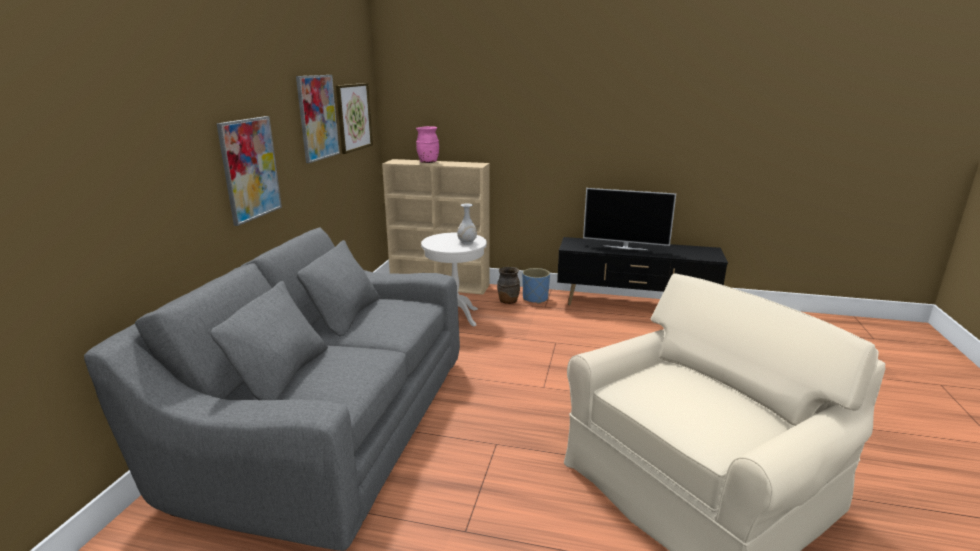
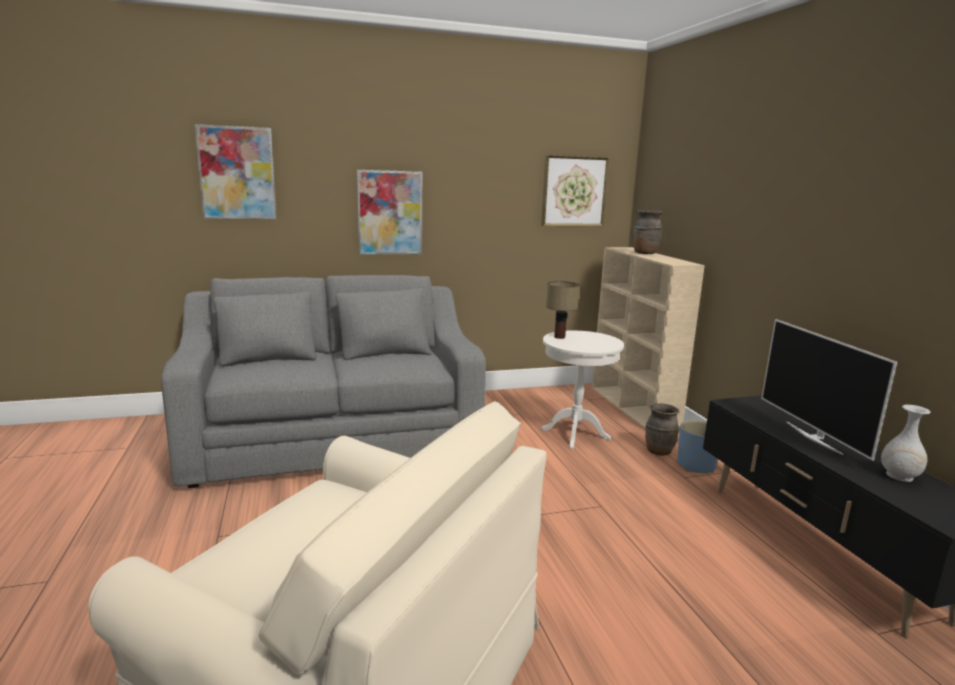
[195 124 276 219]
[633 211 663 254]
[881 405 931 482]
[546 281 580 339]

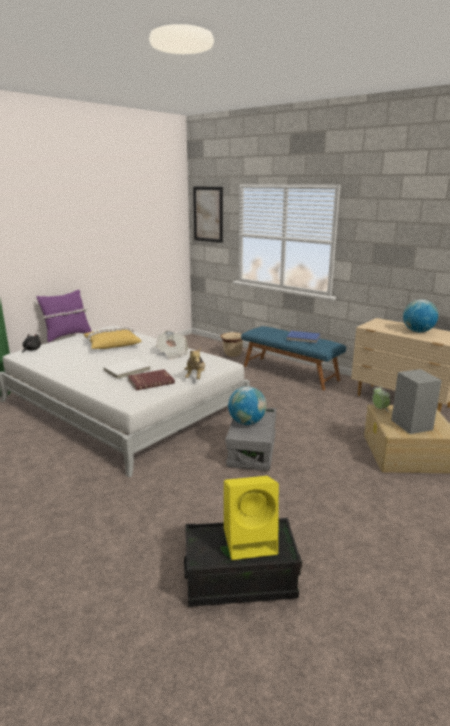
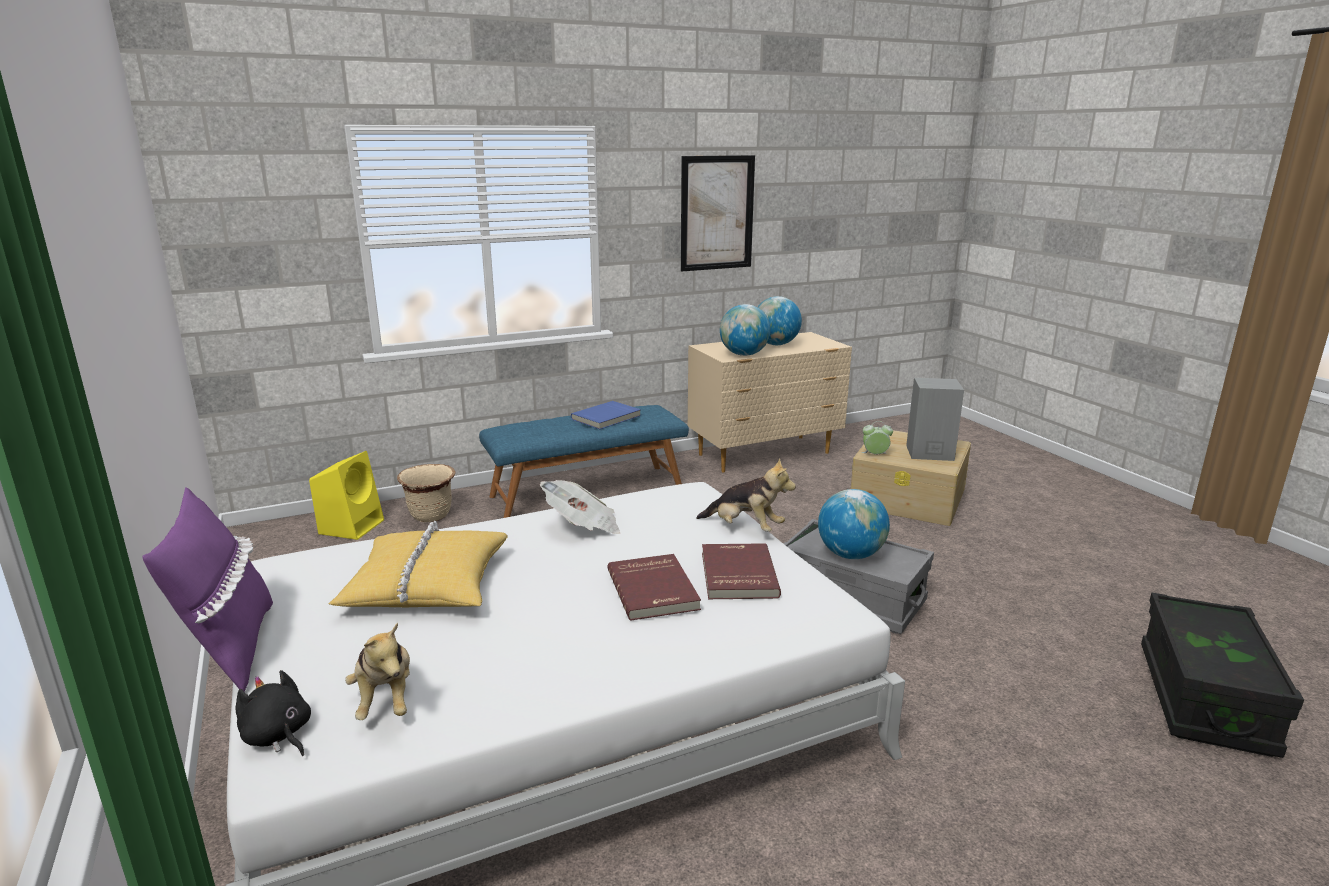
[608 554 701 621]
[681 155 755 271]
[309 451 384 540]
[345 622 410 720]
[720 304 771 356]

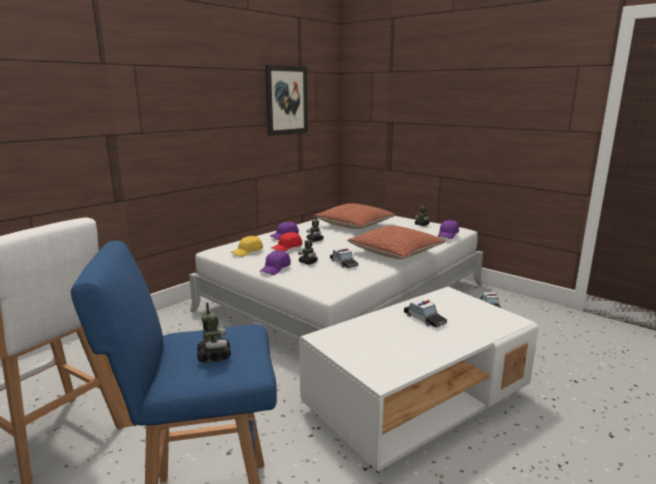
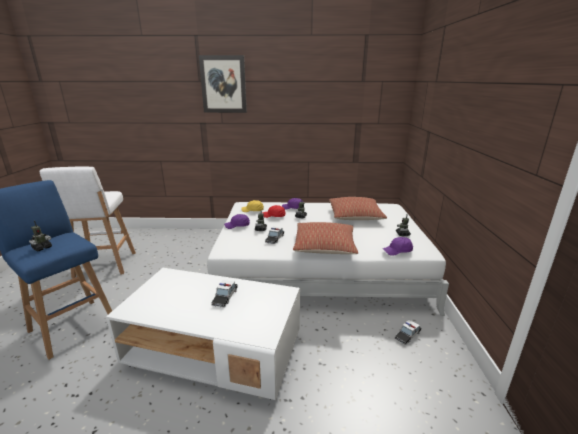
[199 55 247 113]

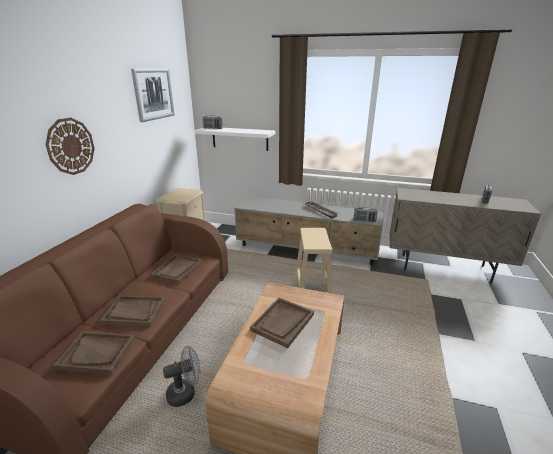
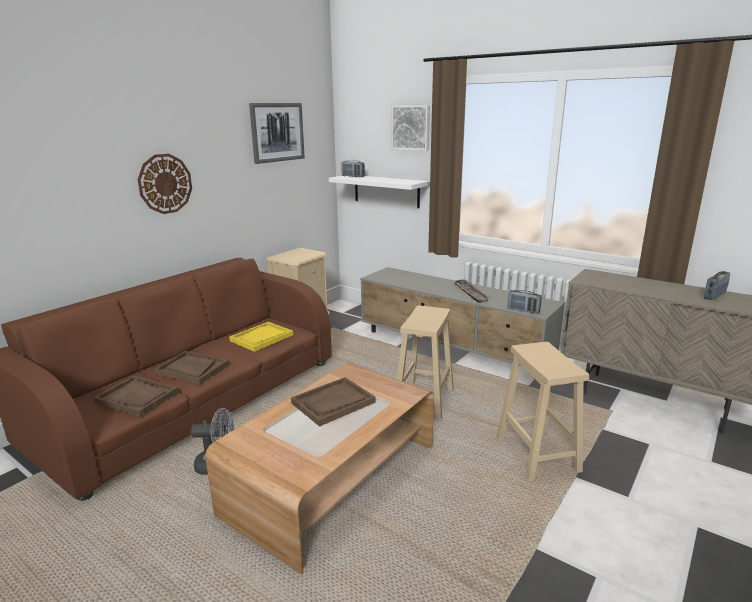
[229 322 293 352]
[392 106 430 151]
[496 342 589 481]

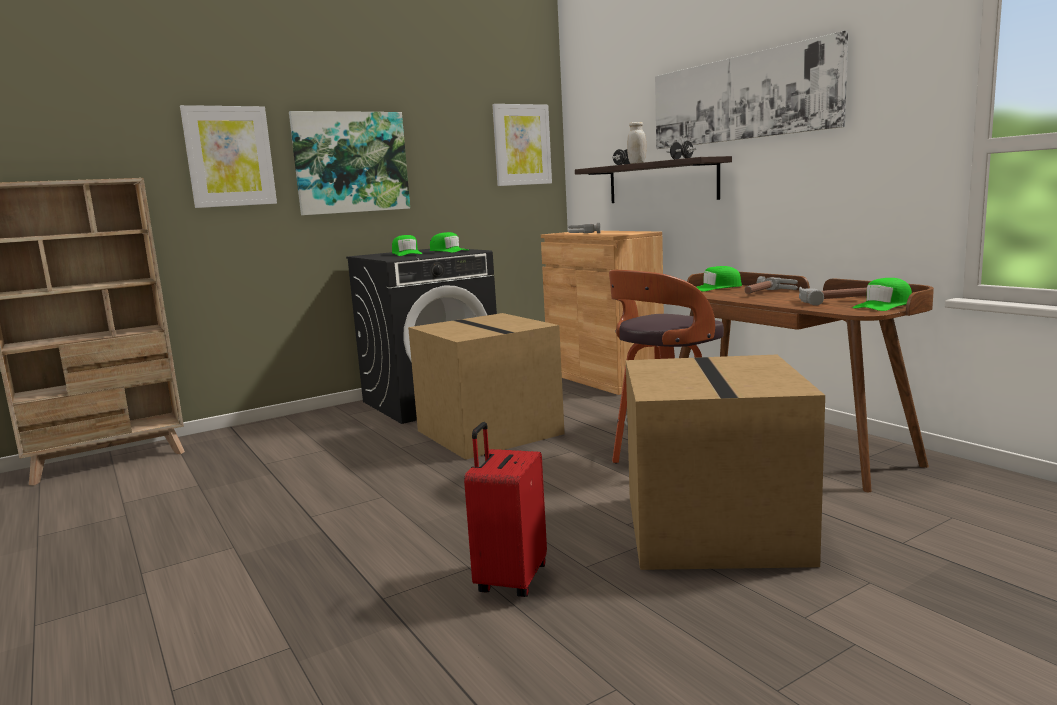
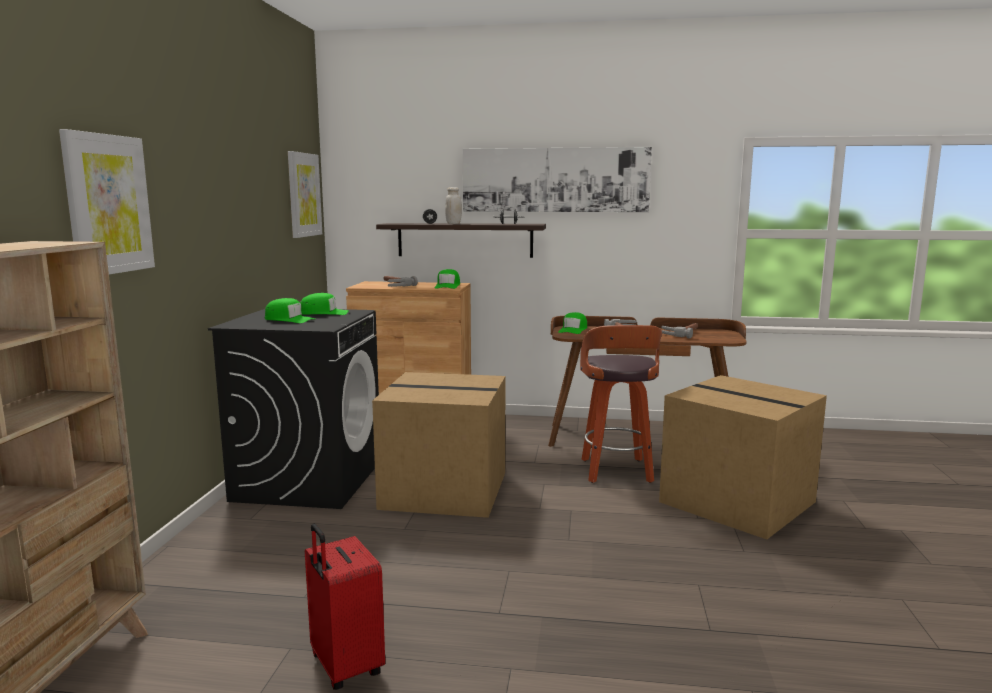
[289 111 410 215] (first image)
[305 524 385 690]
[435 269 460 289]

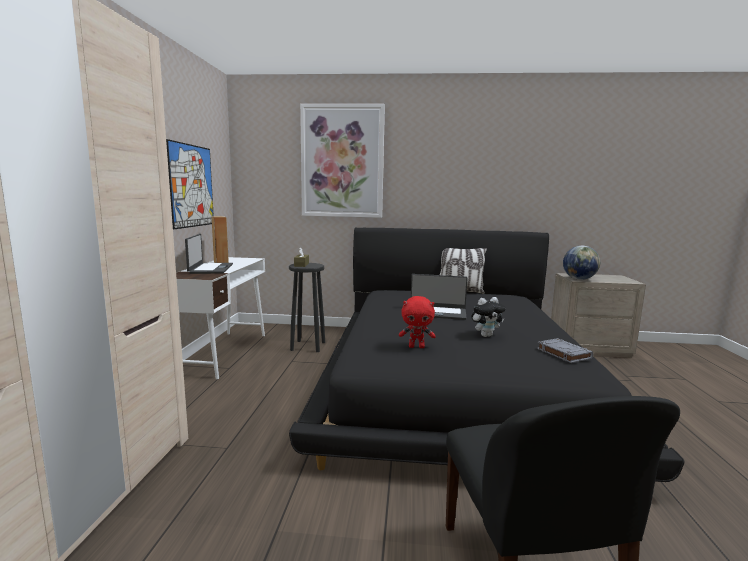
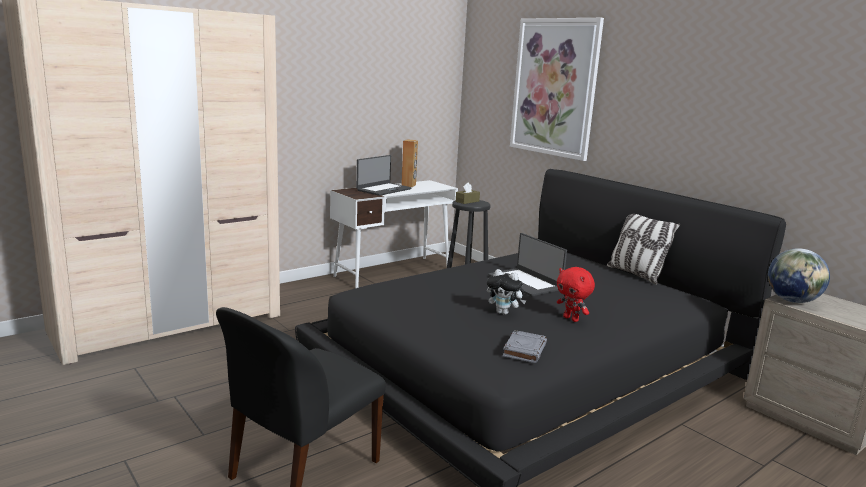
[166 139 214 230] (first image)
[557 267 595 322]

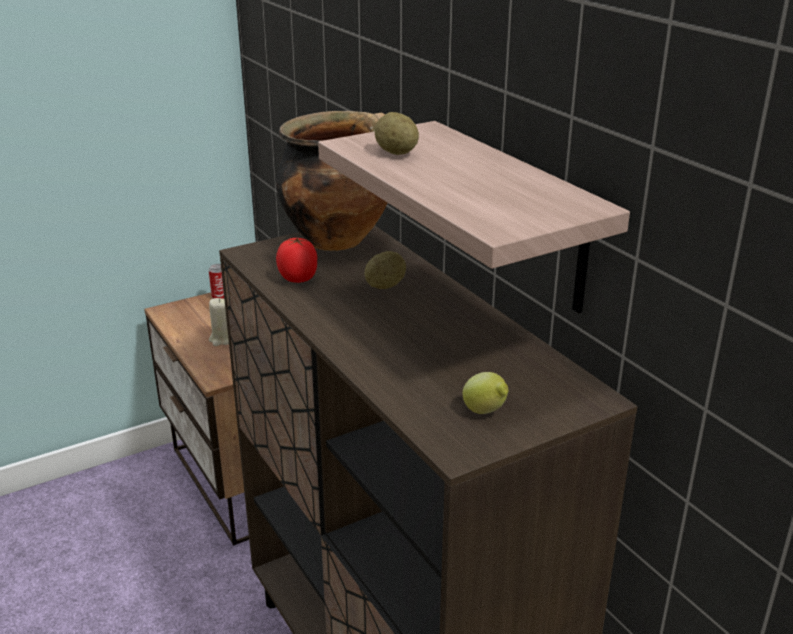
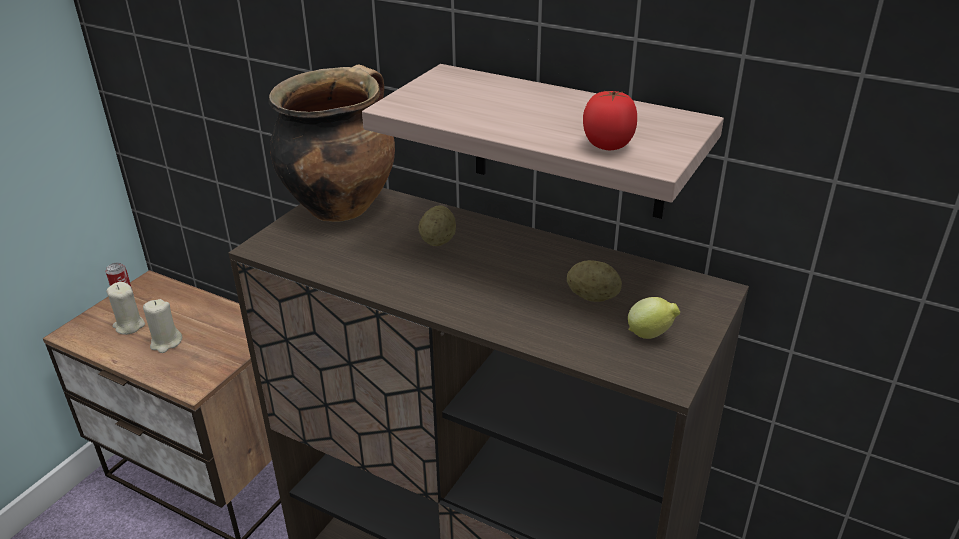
[583 91 637 150]
[567 260 622 302]
[106 282 145 335]

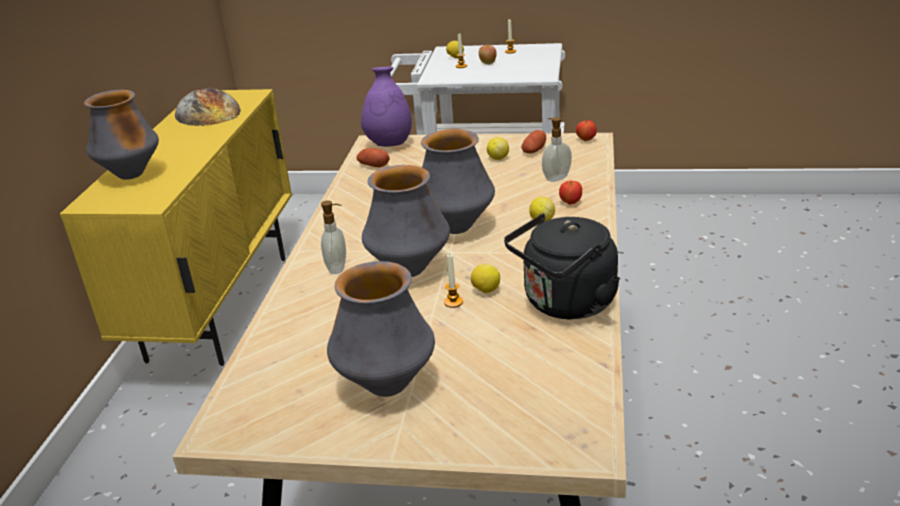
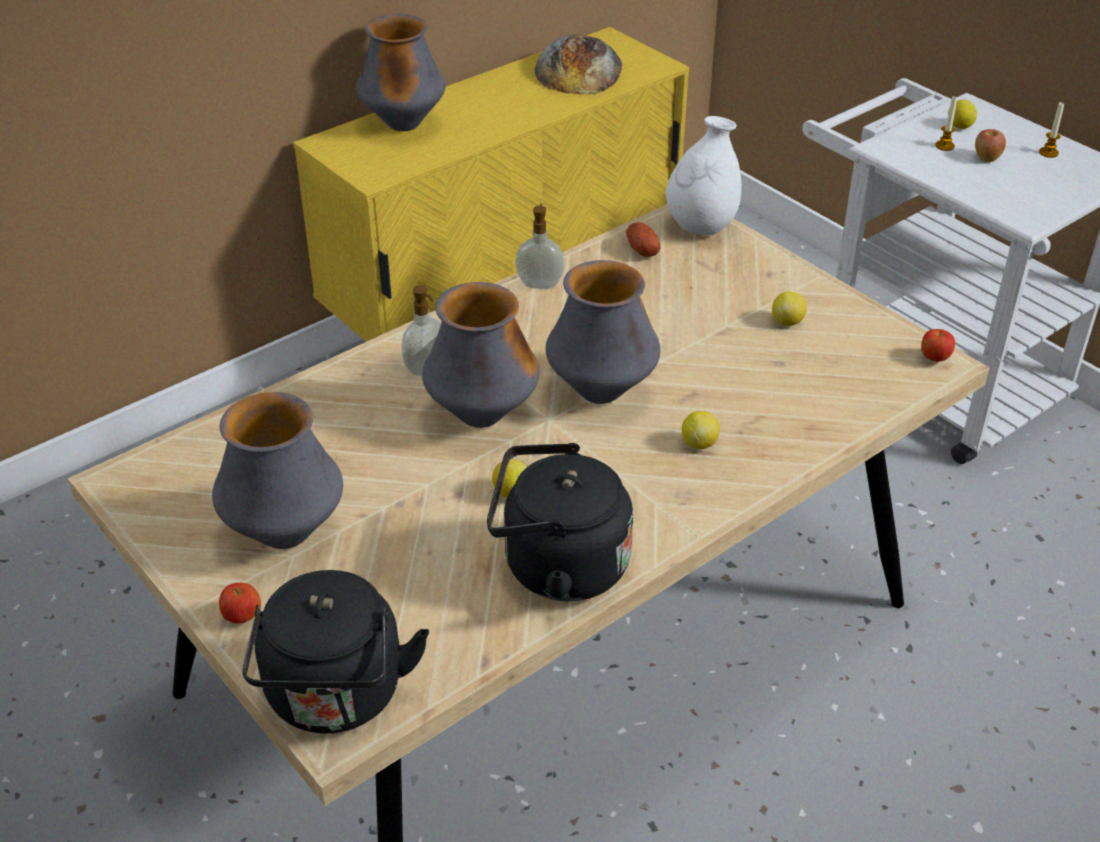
[666 116 741 235]
[444 254 463 308] (first image)
[521 130 546 153] (first image)
[515 203 565 289]
[219 583 261 623]
[242 570 429 733]

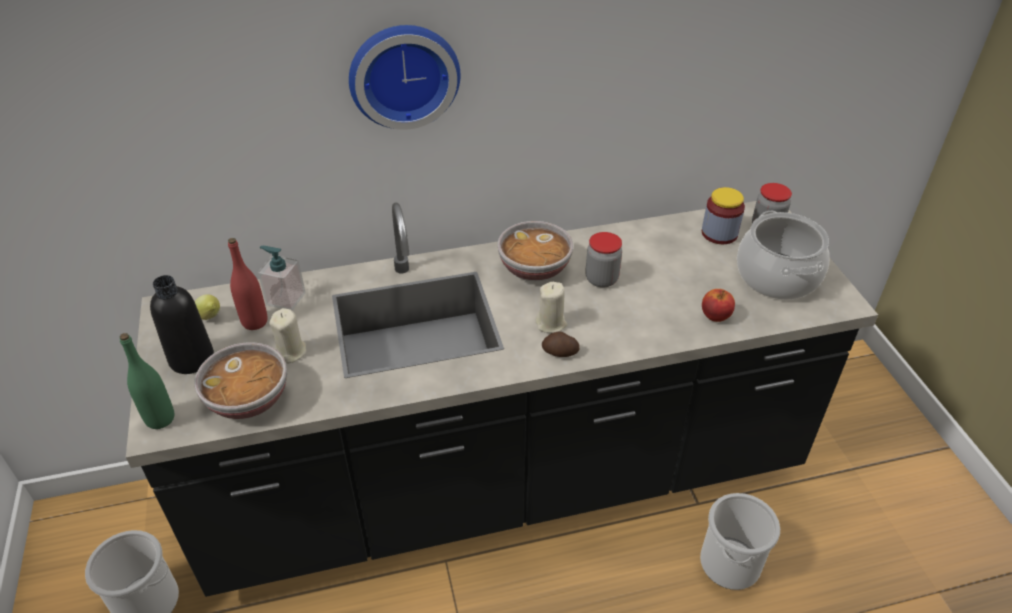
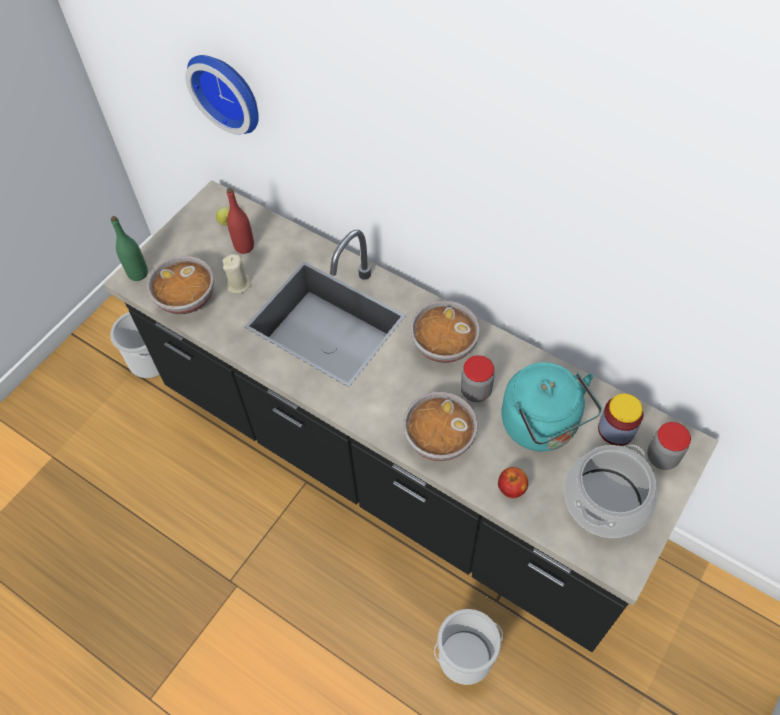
[150 275 214 374] (first image)
[258 246 306 311] (first image)
[185 55 259 135]
[535 282 567 333] (first image)
[542 331 579 357] (first image)
[403 392 478 461]
[501 362 602 451]

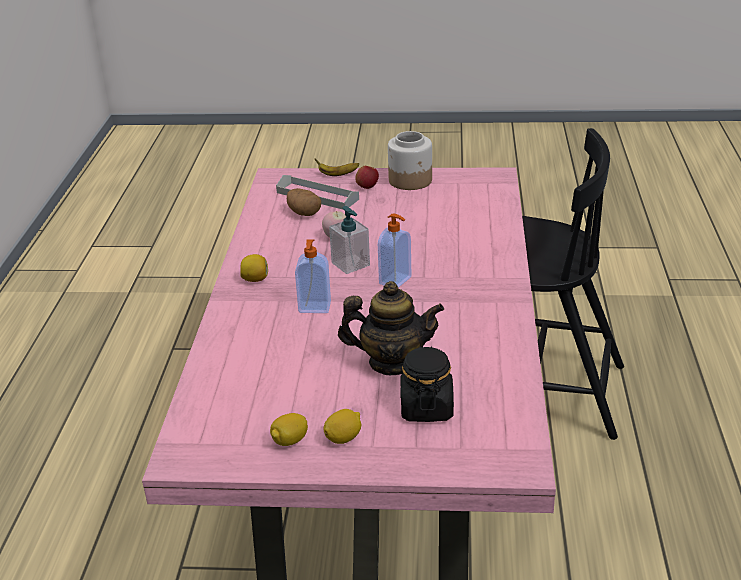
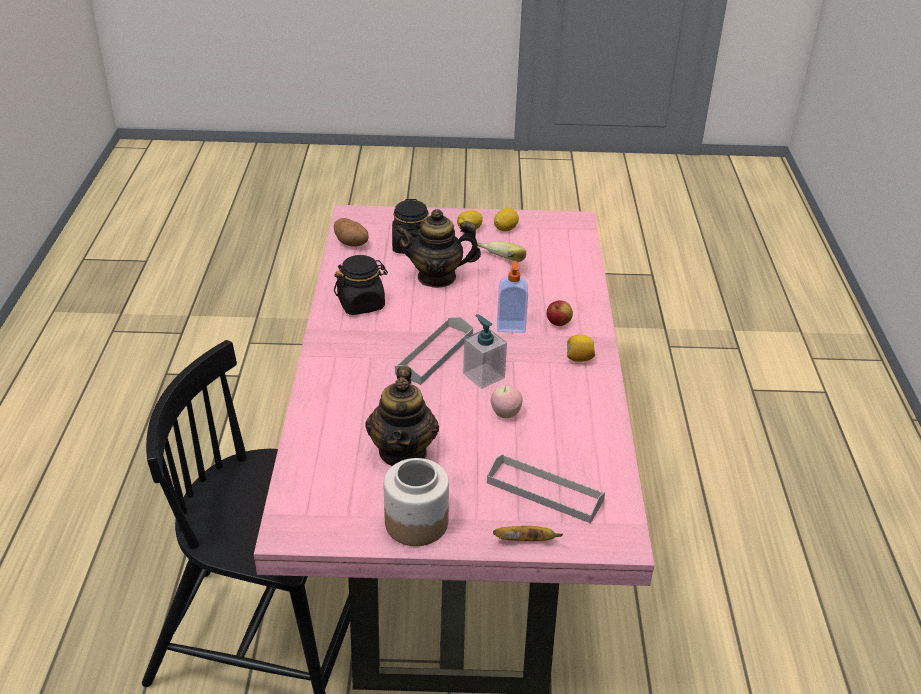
[334 218 369 247]
[546 300 573 326]
[395 317 473 385]
[334 255 388 315]
[365 366 439 466]
[477 241 526 262]

